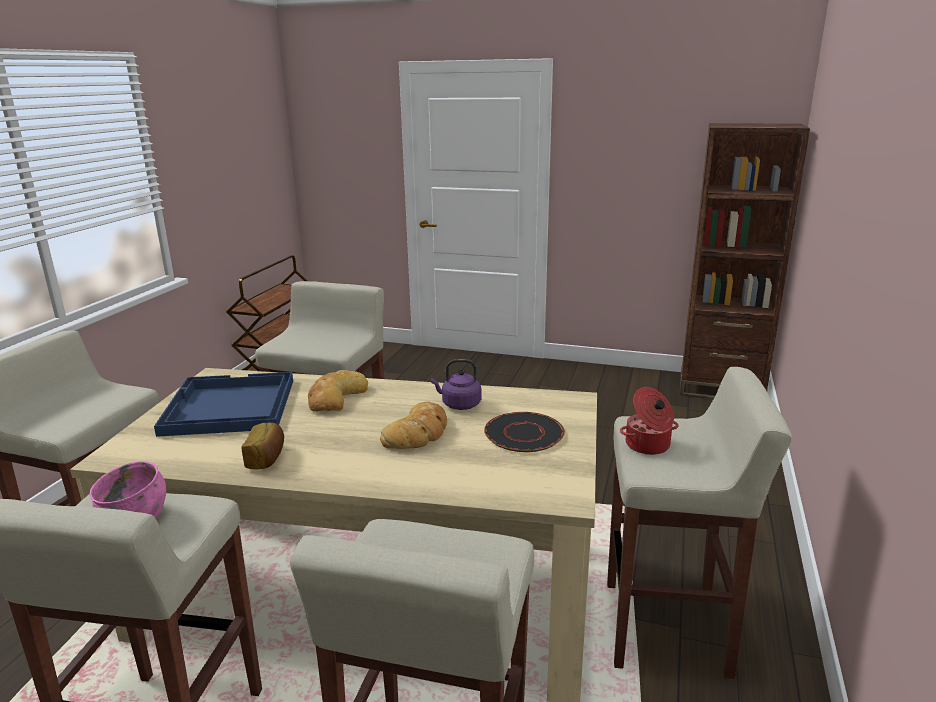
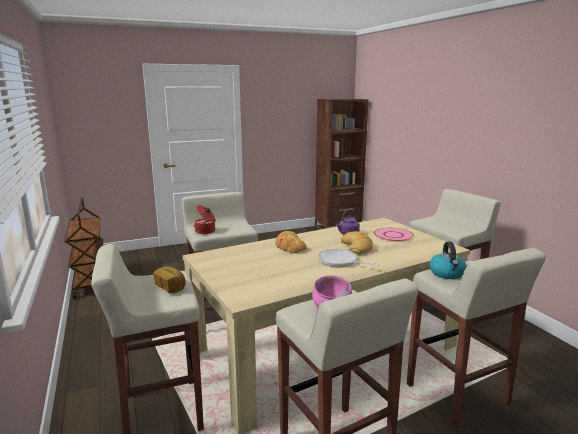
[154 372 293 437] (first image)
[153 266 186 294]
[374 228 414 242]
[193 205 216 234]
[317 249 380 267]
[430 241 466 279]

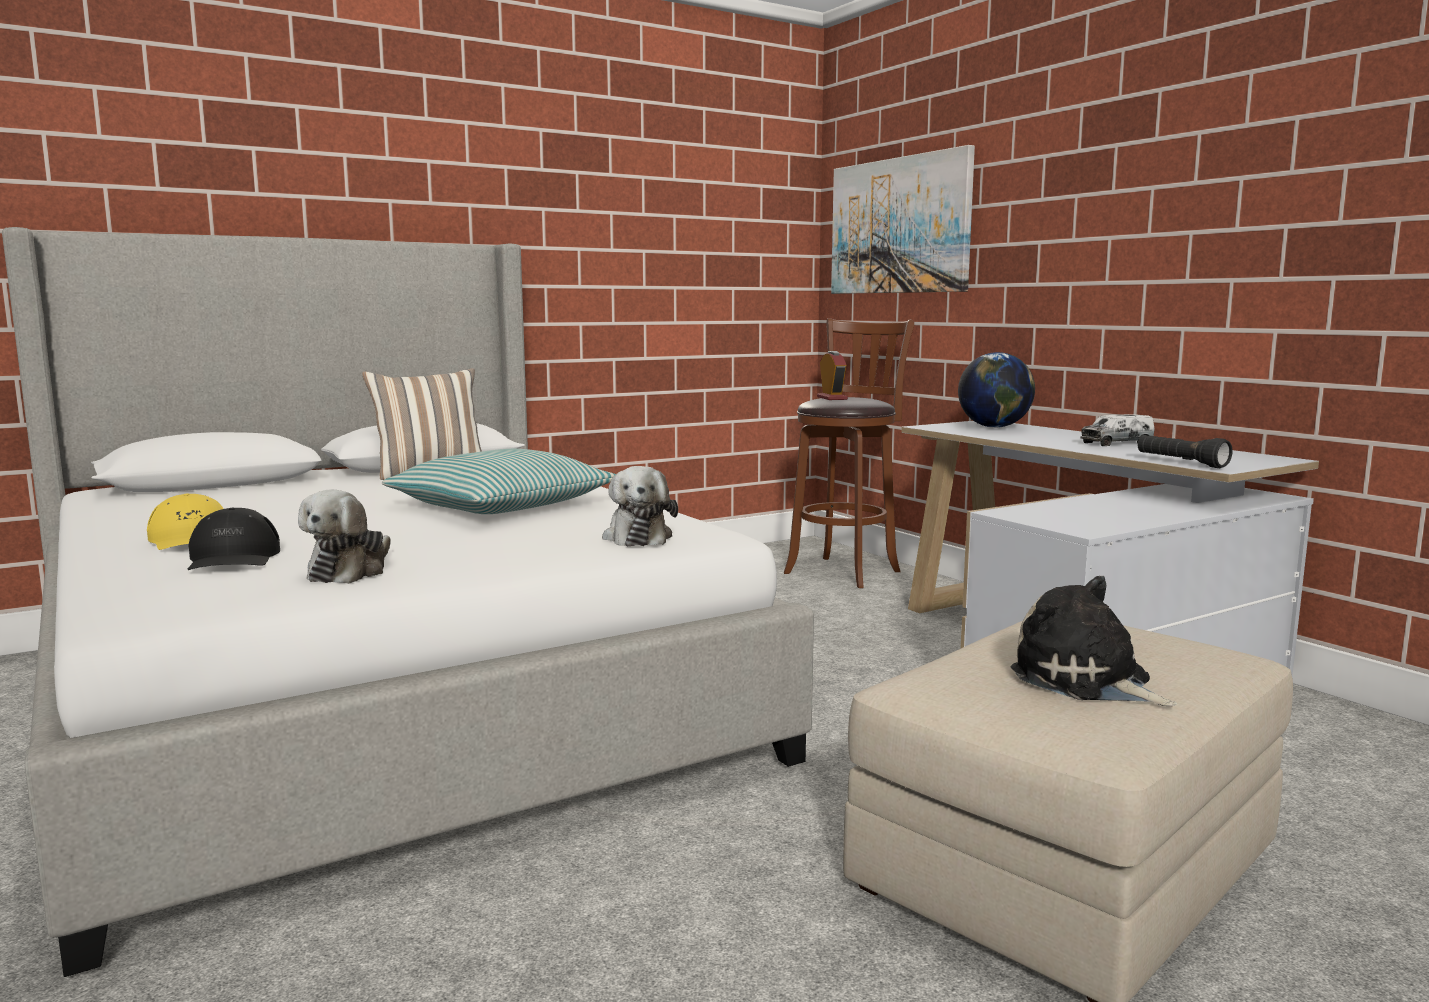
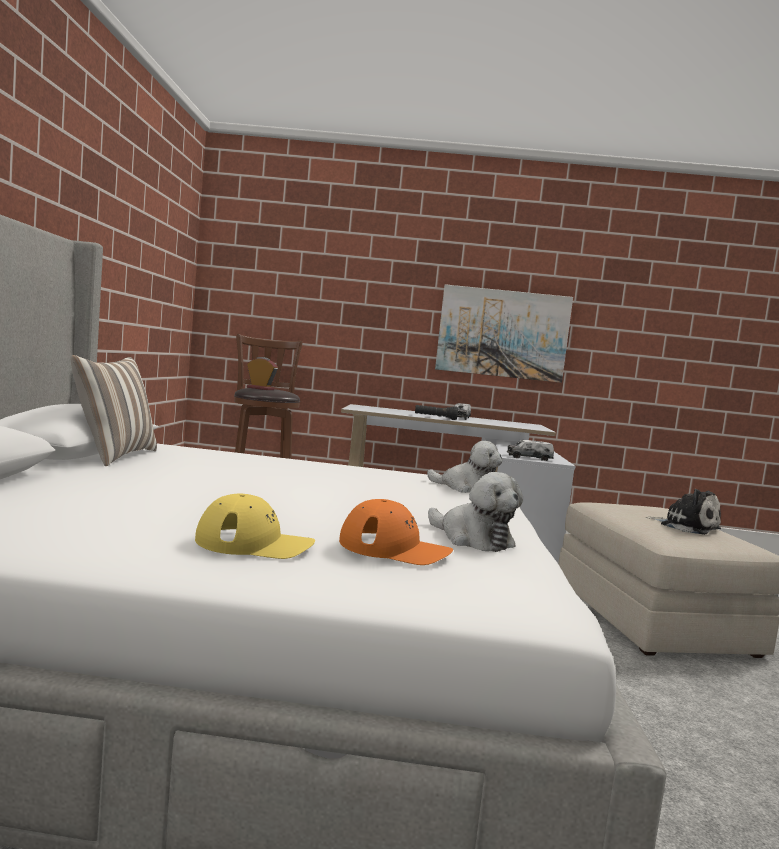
[339 499 453 565]
[381 449 616 514] (first image)
[435 284 573 383]
[958 352 1035 428] (first image)
[646 489 721 535]
[415 405 458 420]
[507 440 554 461]

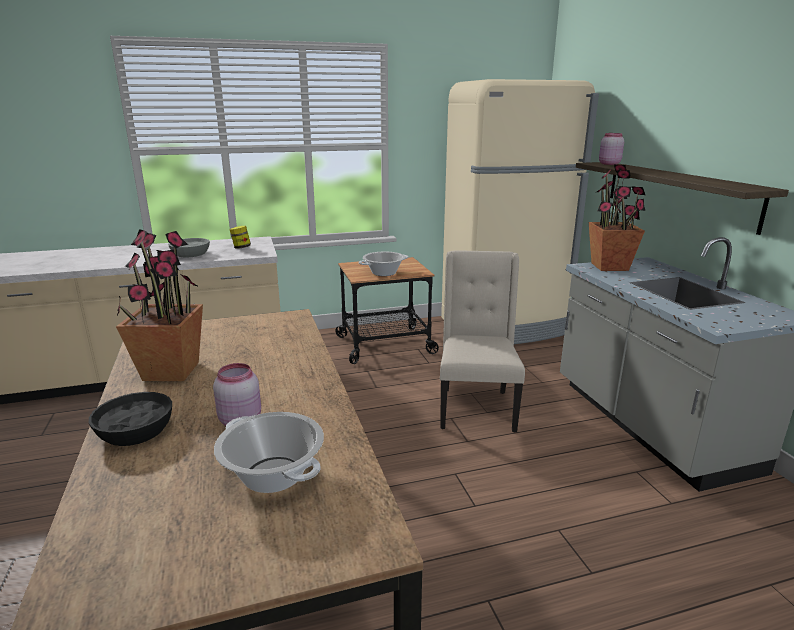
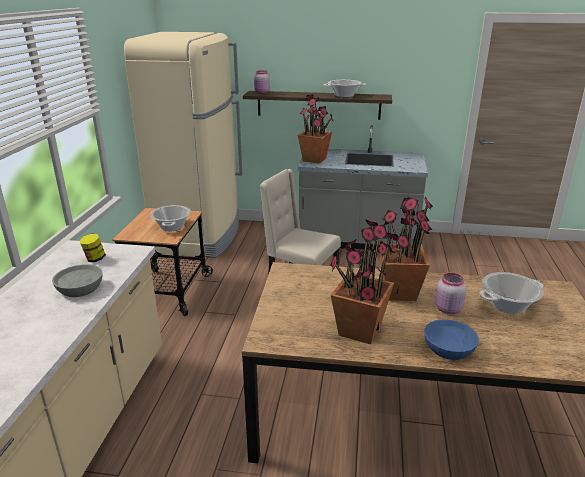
[424 319 479 360]
[323 80 366 98]
[377 196 433 301]

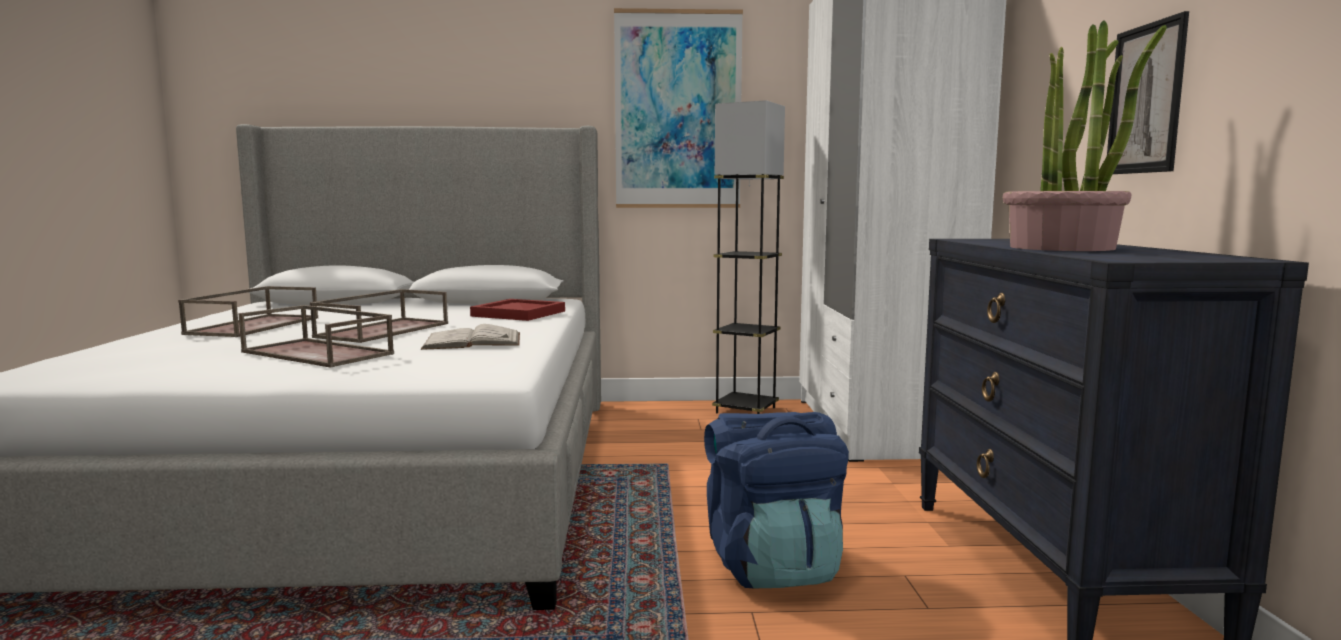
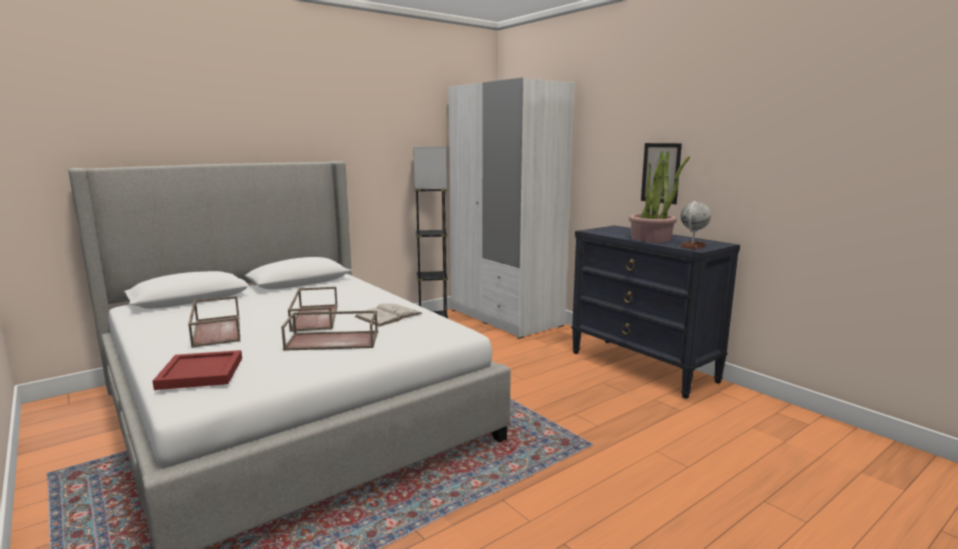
[153 350 242 390]
[614 8 743 208] (first image)
[704 412 849 588] (first image)
[679 201 711 250]

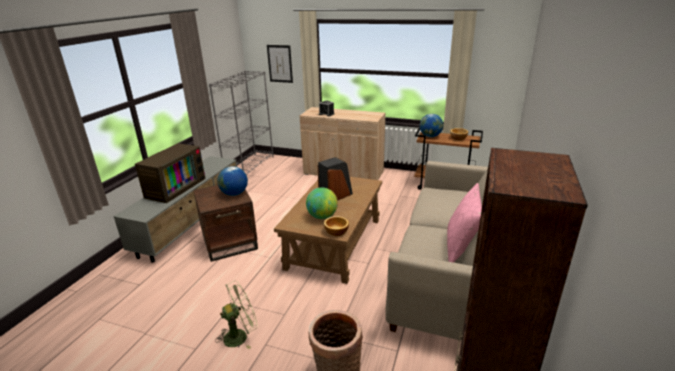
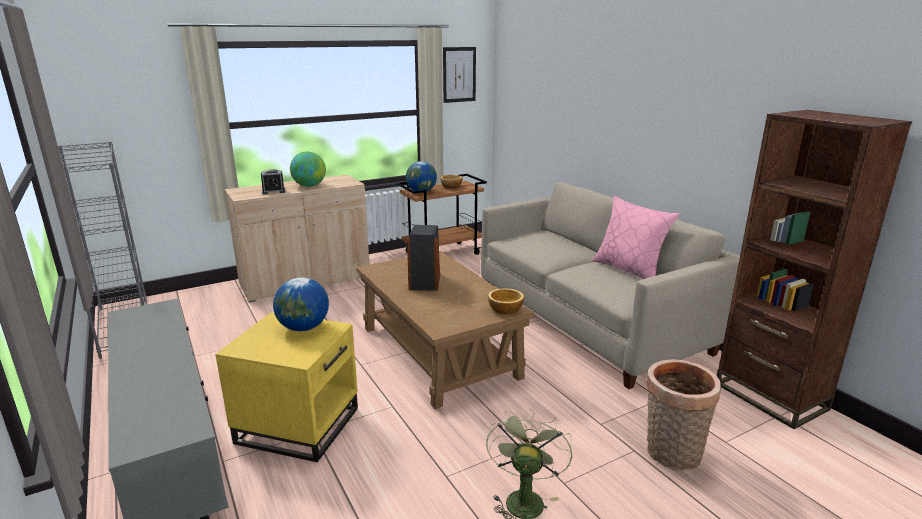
[135 143 206 203] (first image)
[215 312 358 462]
[443 47 476 103]
[290 151 326 187]

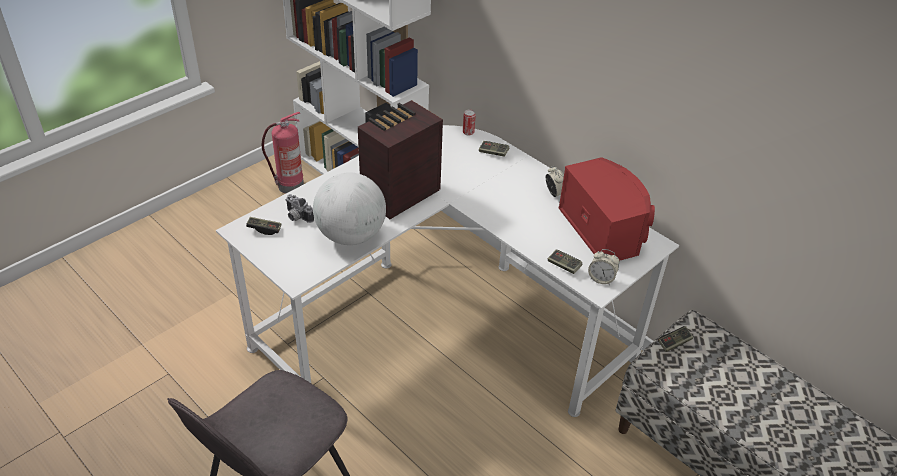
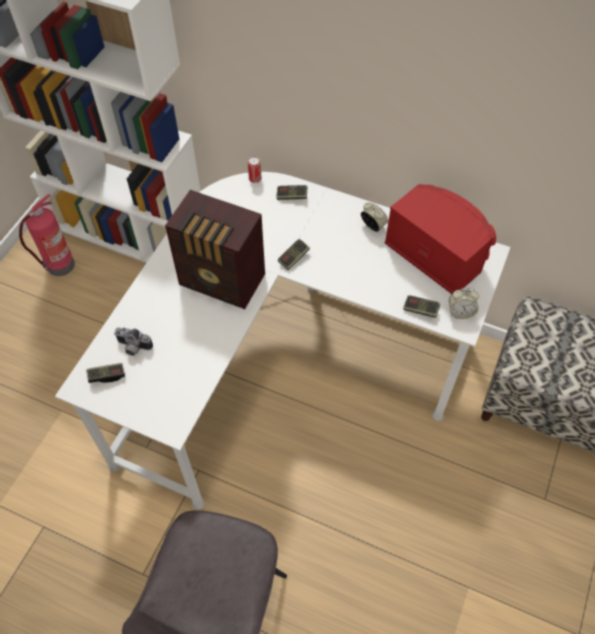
[313 172 386 245] (first image)
[165 190 265 309]
[278 239 310 270]

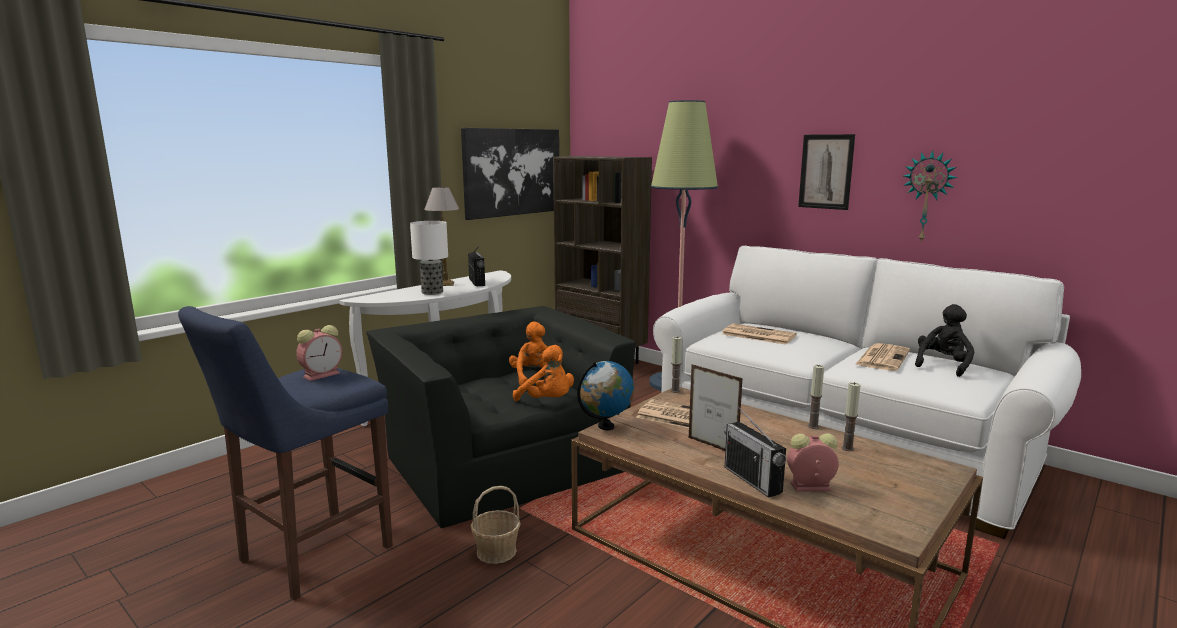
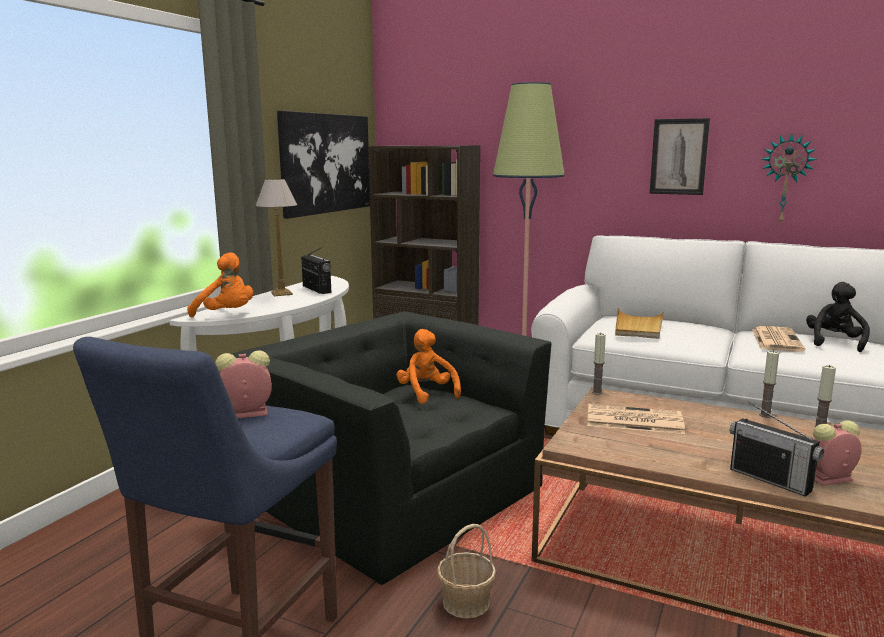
[215 350 272 418]
[410 221 448 295] (first image)
[187 252 253 317]
[577 361 634 430] (first image)
[689 364 743 451] (first image)
[615 308 664 339]

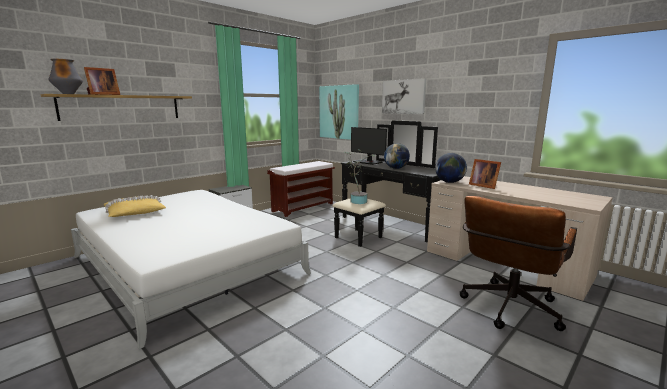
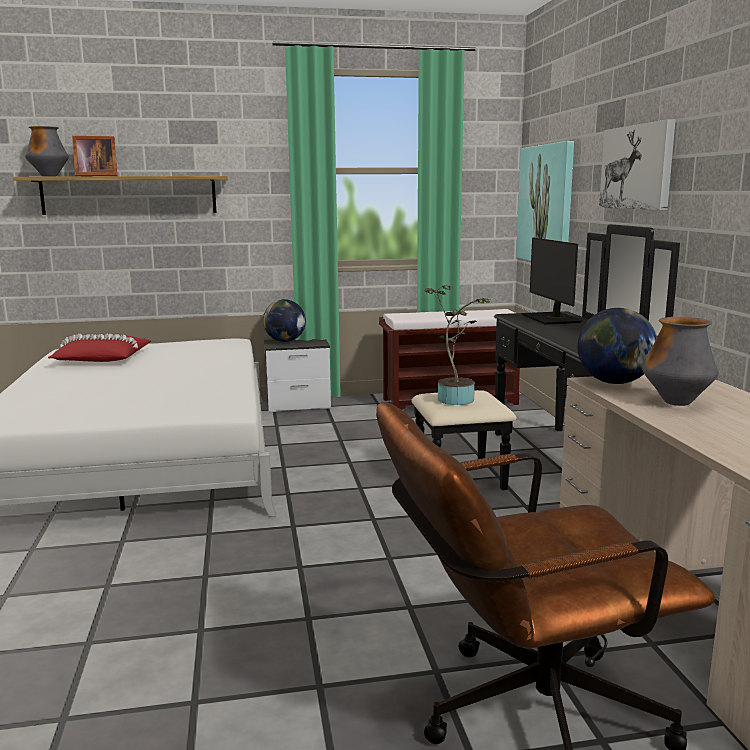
[48 334 151 362]
[263 299 306 342]
[642 317 719 406]

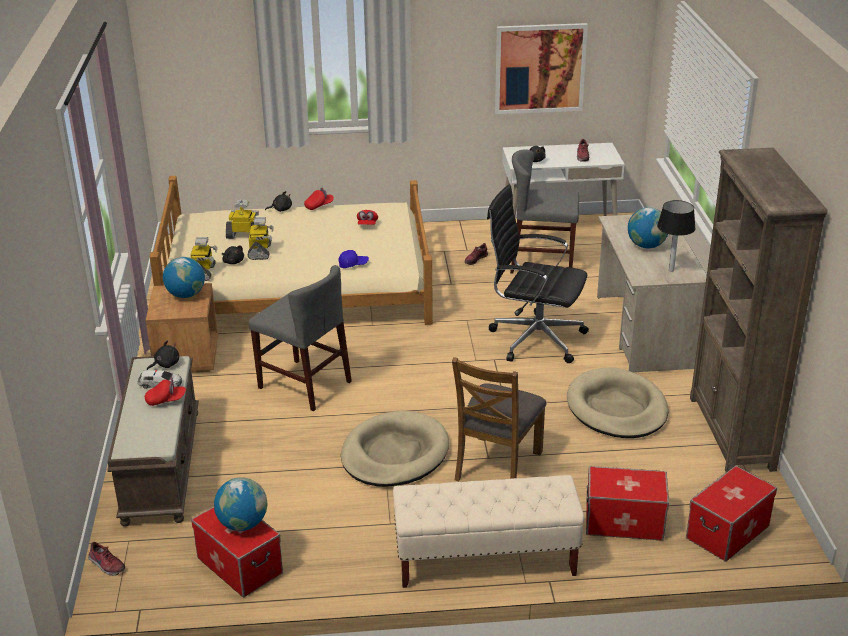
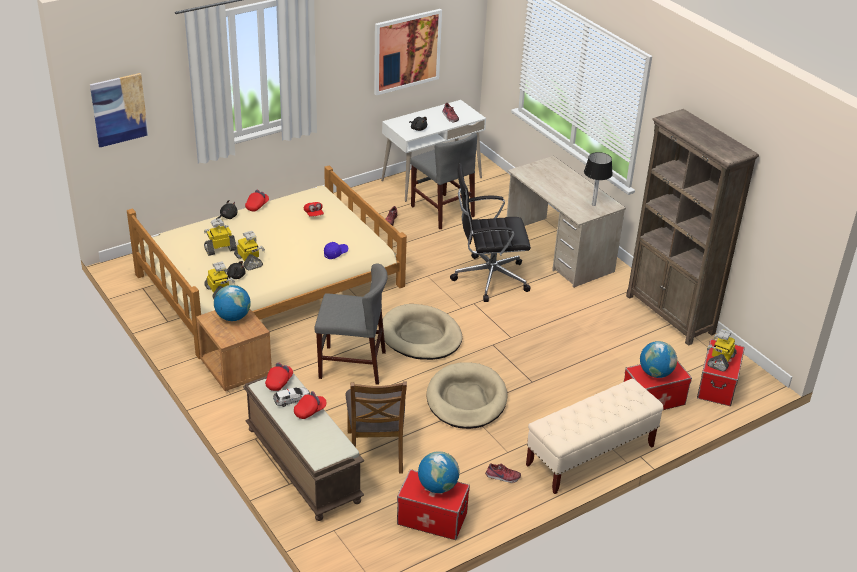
[485 463 521 483]
[265 362 293 391]
[346 381 407 474]
[410 132 477 230]
[383 304 462 360]
[640 341 677 378]
[90 73 148 147]
[707 329 737 372]

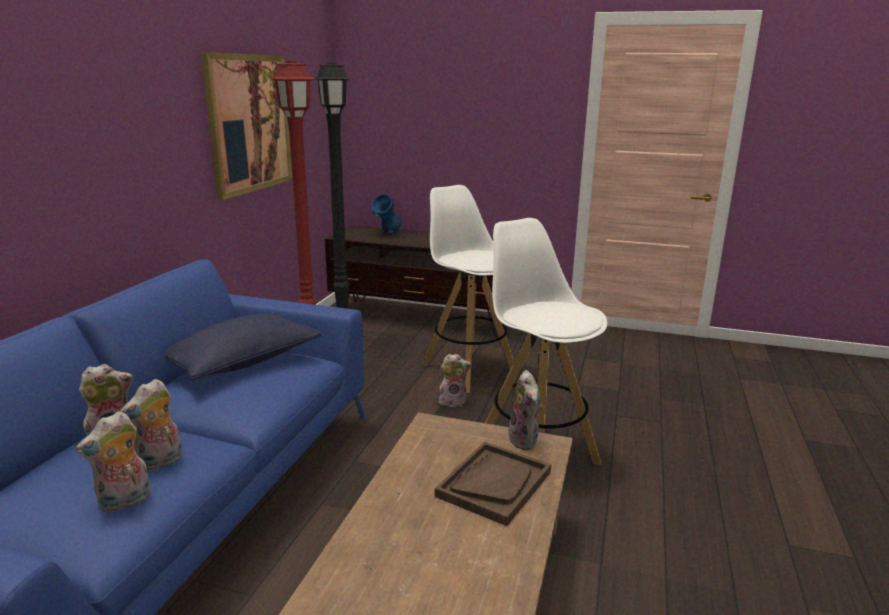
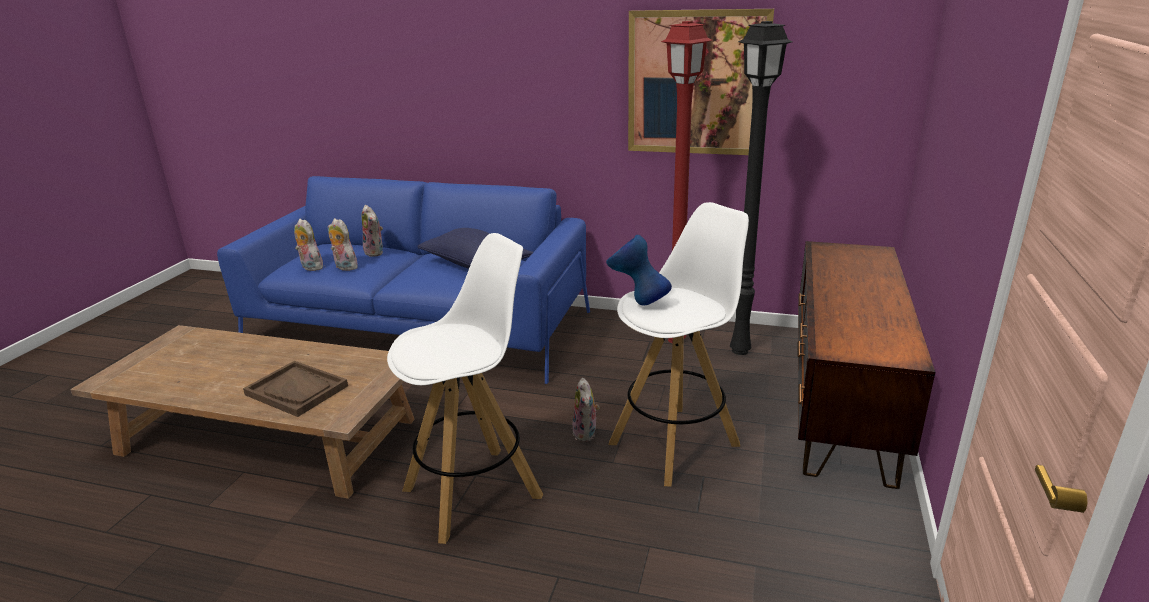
[606 235 672 306]
[509 370 544 450] (first image)

